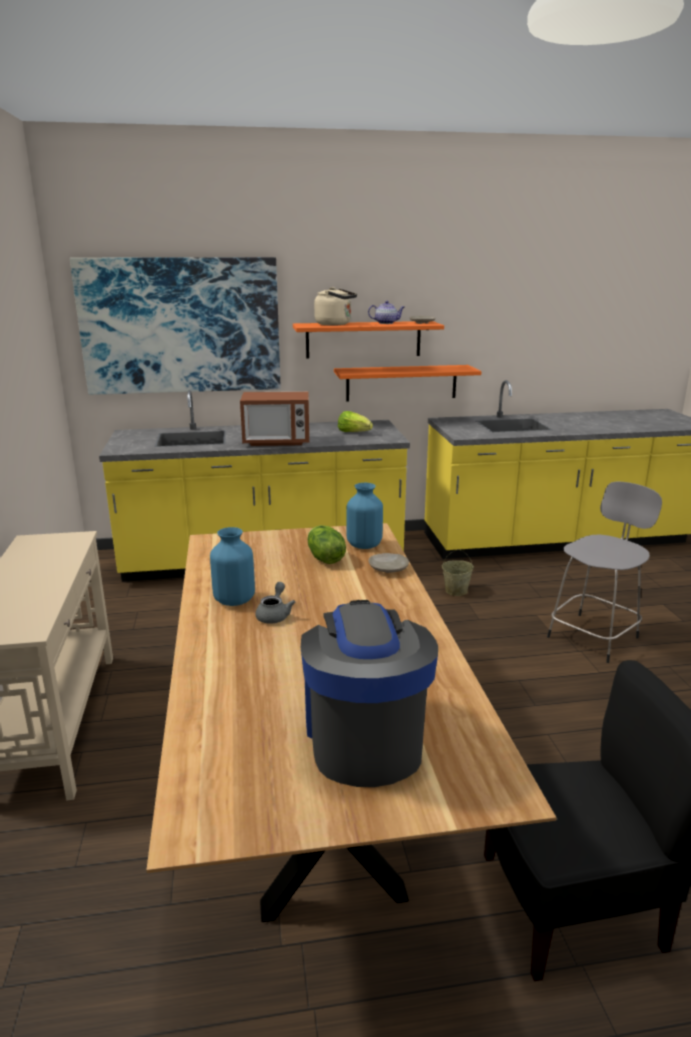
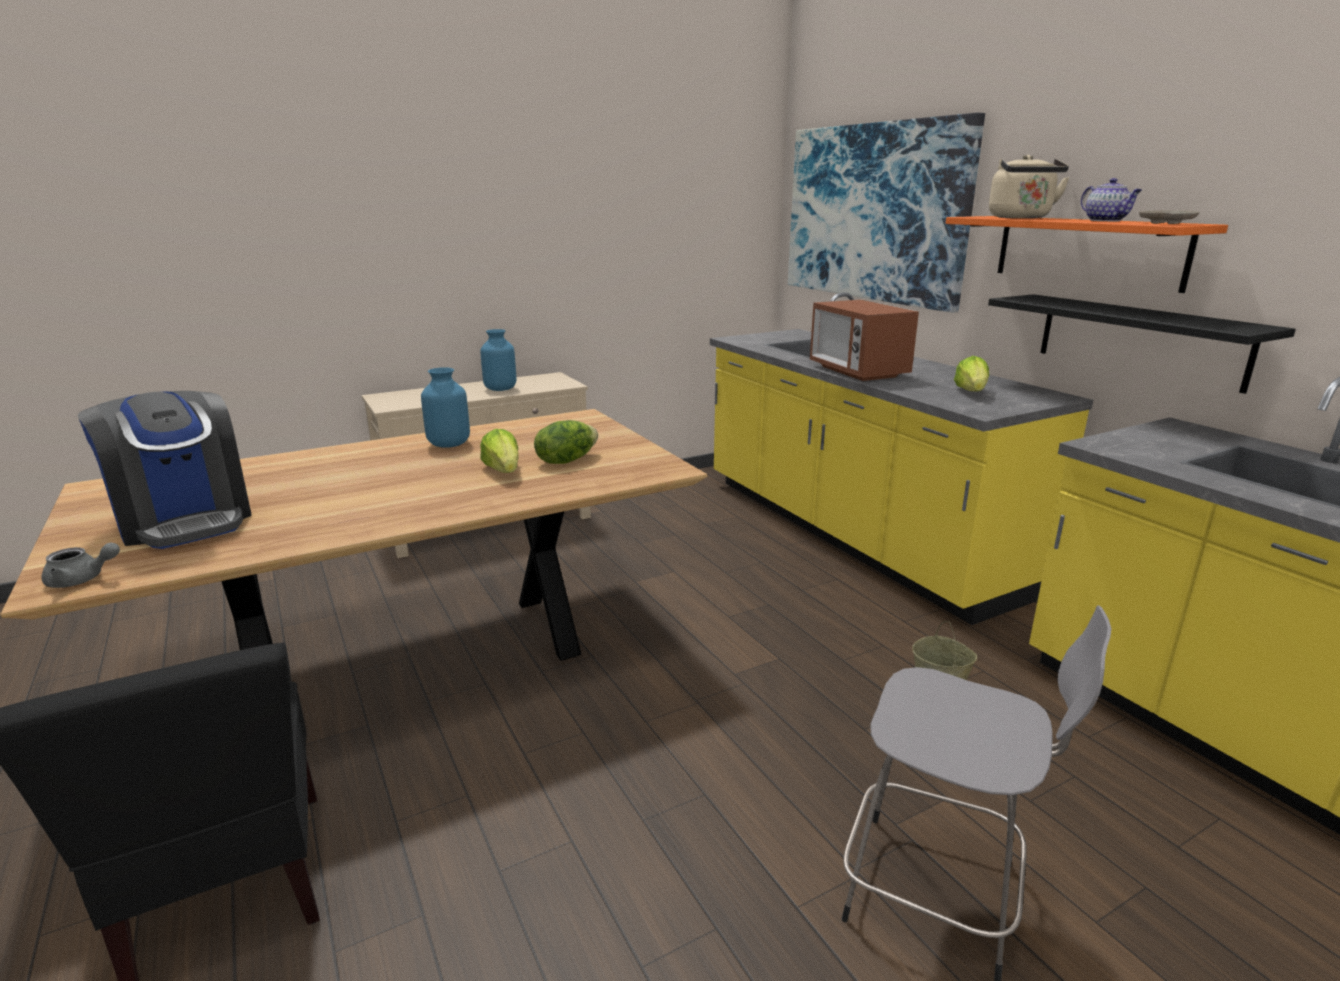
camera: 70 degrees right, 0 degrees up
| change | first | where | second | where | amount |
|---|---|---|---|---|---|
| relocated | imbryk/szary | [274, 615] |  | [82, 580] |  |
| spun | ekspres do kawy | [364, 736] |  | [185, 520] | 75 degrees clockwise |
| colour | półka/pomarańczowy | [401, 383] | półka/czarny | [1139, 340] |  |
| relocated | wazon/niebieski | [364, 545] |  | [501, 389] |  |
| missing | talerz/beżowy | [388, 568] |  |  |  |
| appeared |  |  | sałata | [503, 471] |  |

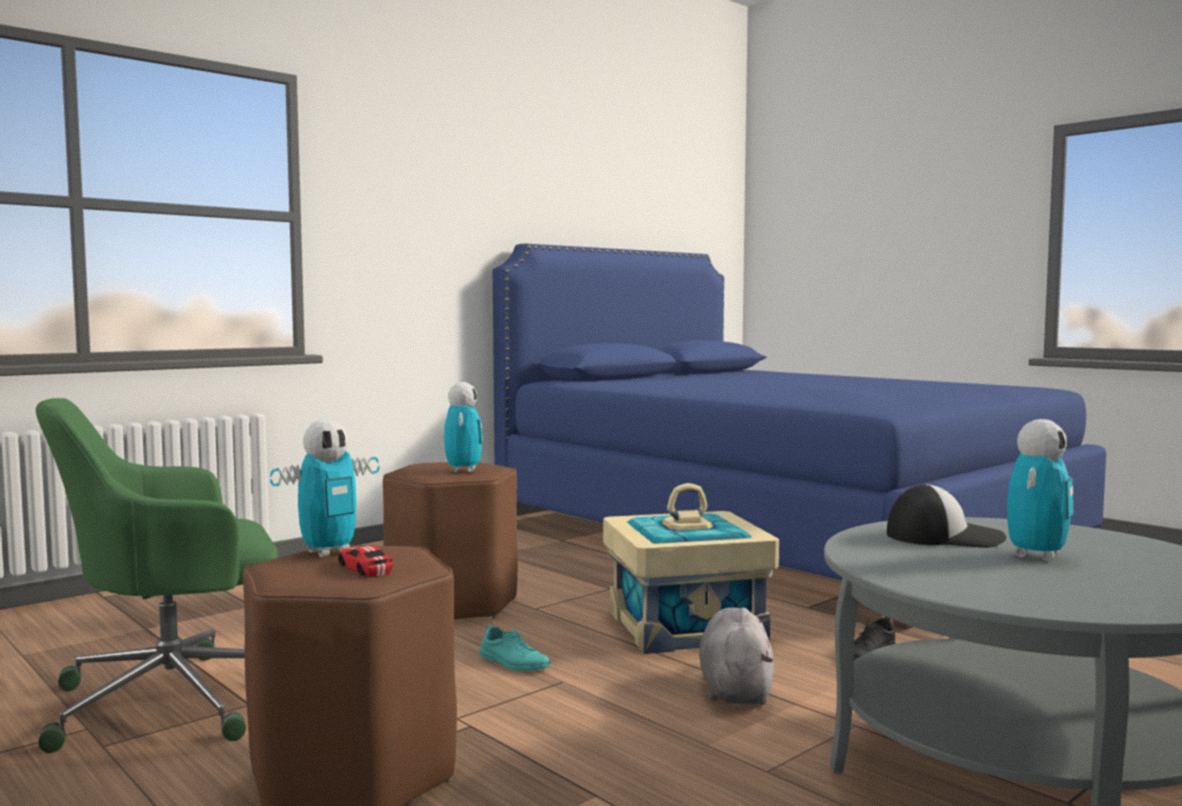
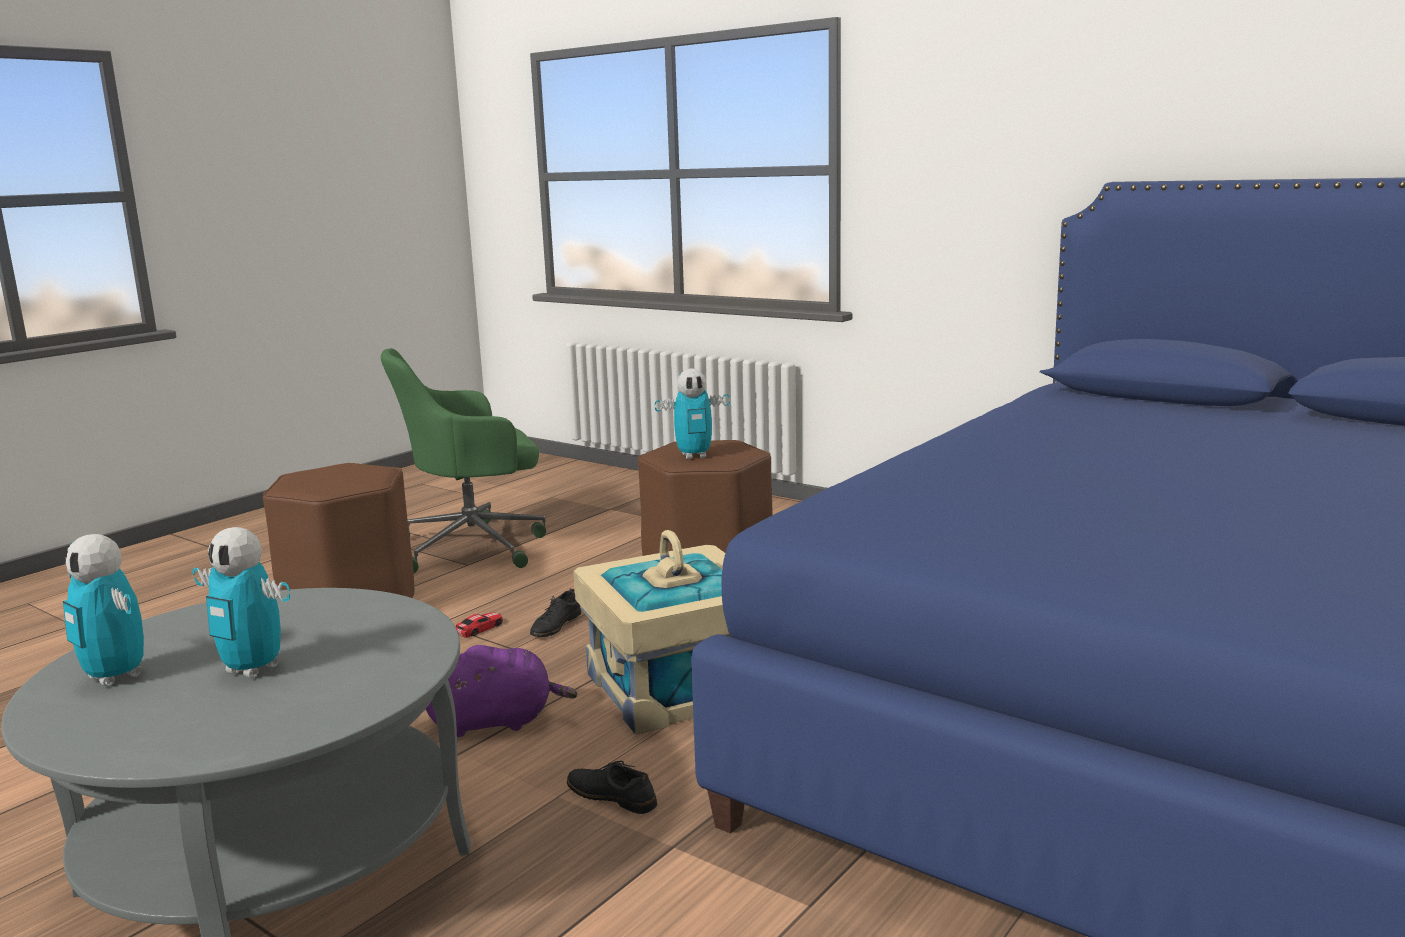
camera: 80 degrees right, 10 degrees up
| change | first | where | second | where | amount |
|---|---|---|---|---|---|
| spun | krzesło biurowe/zielony | [175, 700] |  | [475, 546] | 75 degrees counterclockwise |
| relocated | robot zabawkowy | [329, 552] |  | [116, 677] |  |
| relocated | samochodzik | [364, 568] |  | [480, 628] |  |
| colour | but/turkusowy | [514, 663] | but/czarny | [555, 625] |  |
| colour | pluszak/szary | [735, 689] | pluszak/fioletowy | [495, 722] |  |
| missing | czapka z daszkiem | [945, 537] |  |  |  |

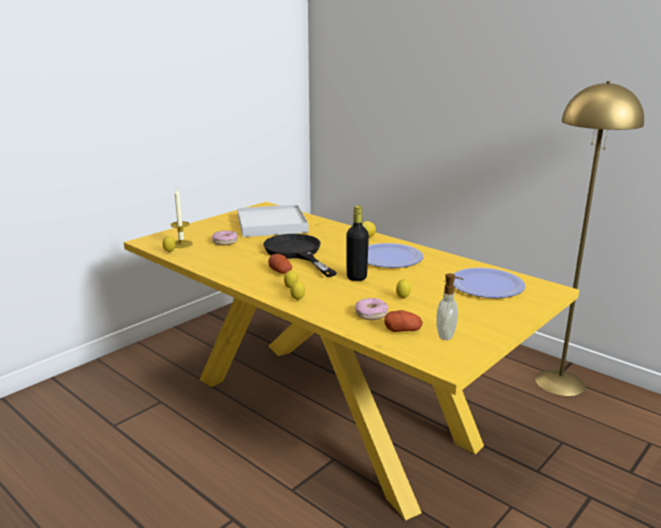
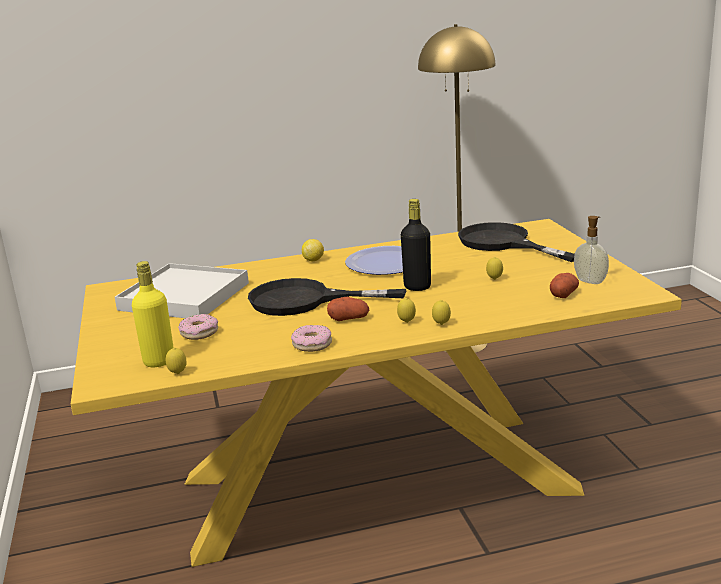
camera: 55 degrees left, 0 degrees up
| change | first | where | second | where | amount |
|---|---|---|---|---|---|
| exchanged | świeca | [181, 244] | butelka/żółty | [159, 361] |  |
| relocated | donut | [371, 314] |  | [312, 344] |  |
| exchanged | talerz | [486, 285] | patelnia/czarny | [503, 243] |  |

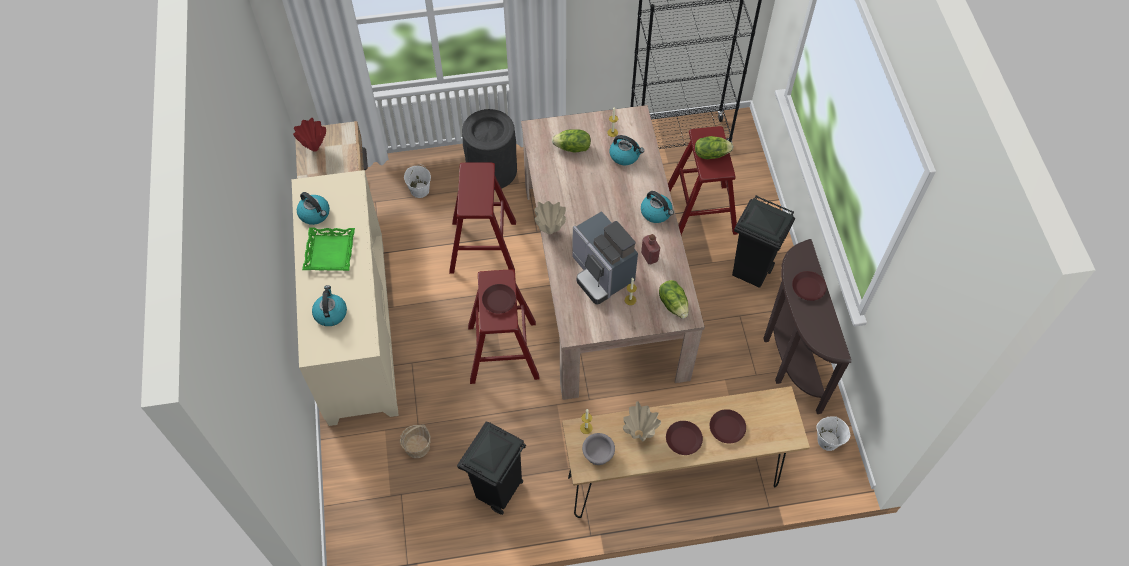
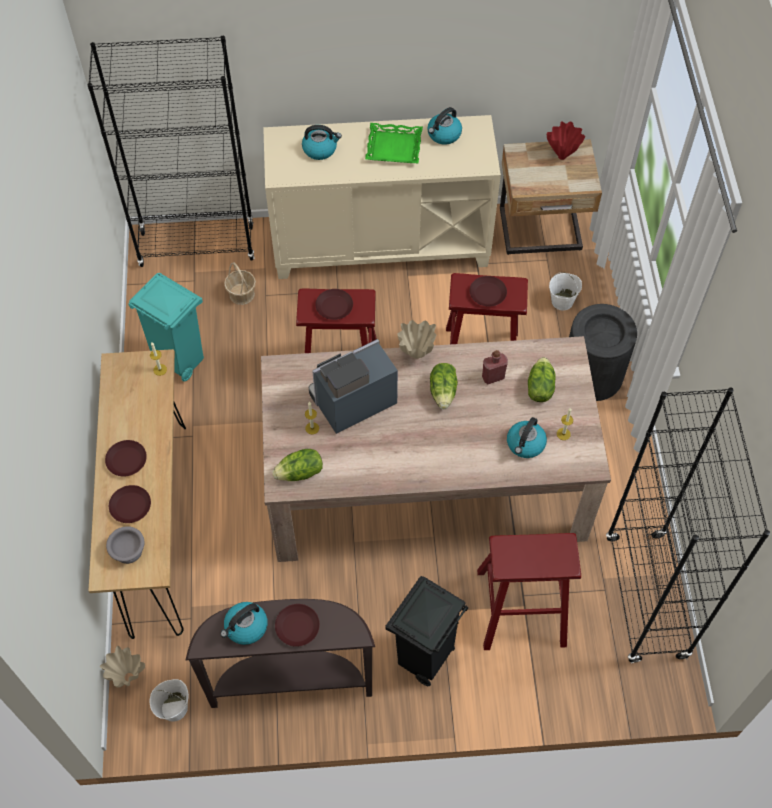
camera: 95 degrees right, 0 degrees up
| change | first | where | second | where | amount |
|---|---|---|---|---|---|
| colour | kosz na śmieci/czarny | [498, 492] | kosz na śmieci/turkusowy | [179, 361] |  |
| relocated | miska/szary | [598, 455] |  | [127, 551] |  |
| relocated | wazon/beżowy | [639, 434] |  | [128, 677] |  |
| relocated | czajnik | [656, 212] |  | [246, 627] |  |
| relocated | butelka/czerwony | [649, 256] |  | [493, 377] |  |
| relocated | sałata | [711, 154] |  | [443, 392] |  |
| appeared |  |  | regał/czarny | [197, 245] |  |
| appeared |  |  | talerz/brązowy | [487, 294] |  |

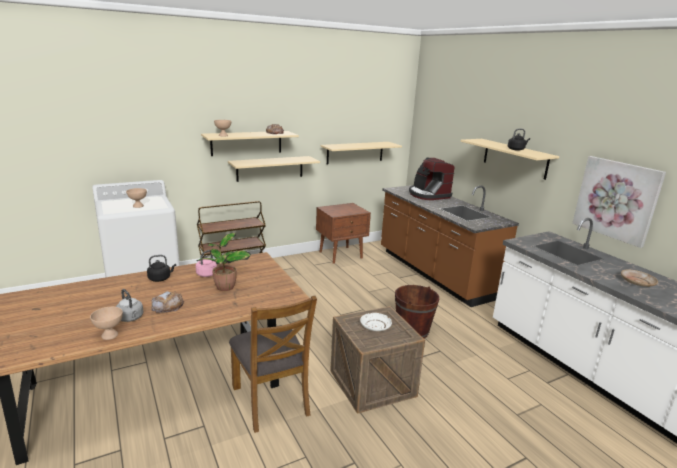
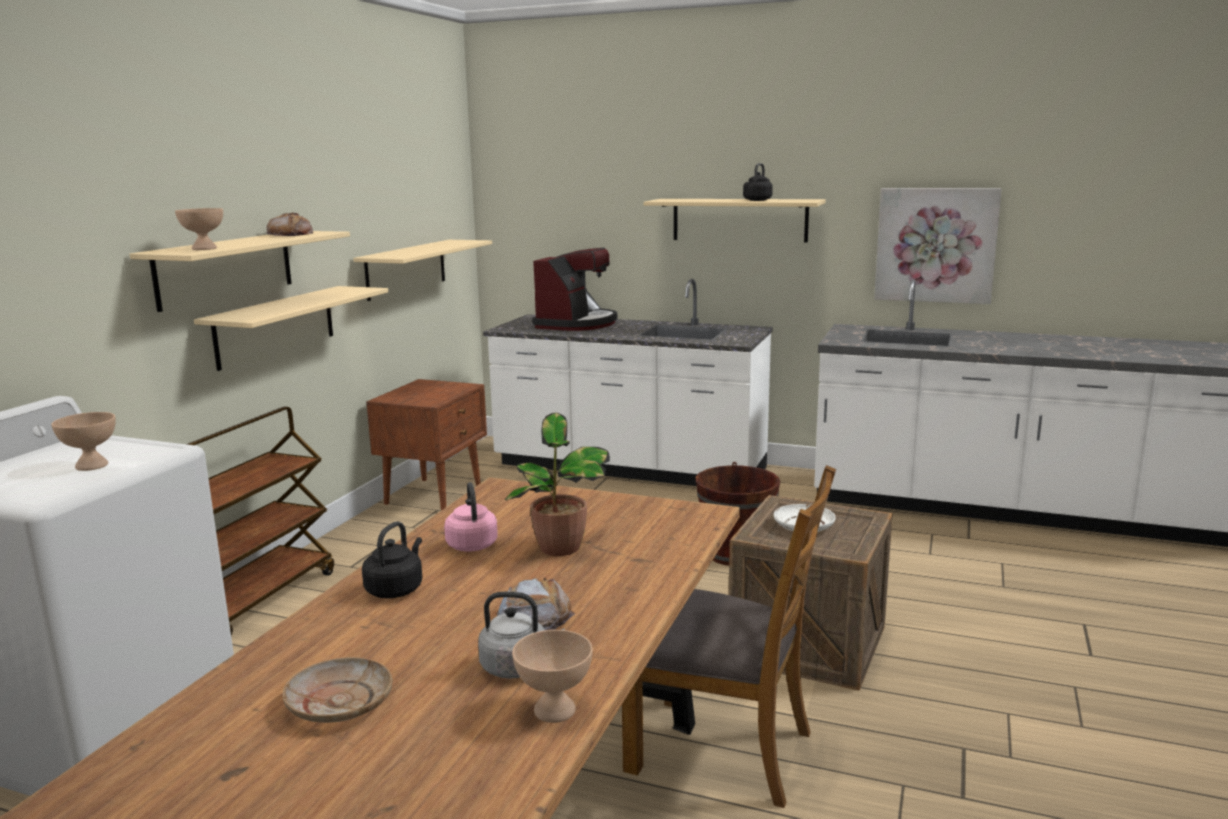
camera: 40 degrees left, 5 degrees down
| change | first | where | second | where | amount |
|---|---|---|---|---|---|
| colour | zabudowa kuchenna/brązowy | [434, 273] | zabudowa kuchenna/biały | [629, 468] |  |
| spun | ekspres do kawy | [428, 195] |  | [577, 324] | 90 degrees counterclockwise |
| relocated | talerz/beżowy | [637, 282] |  | [339, 703] |  |

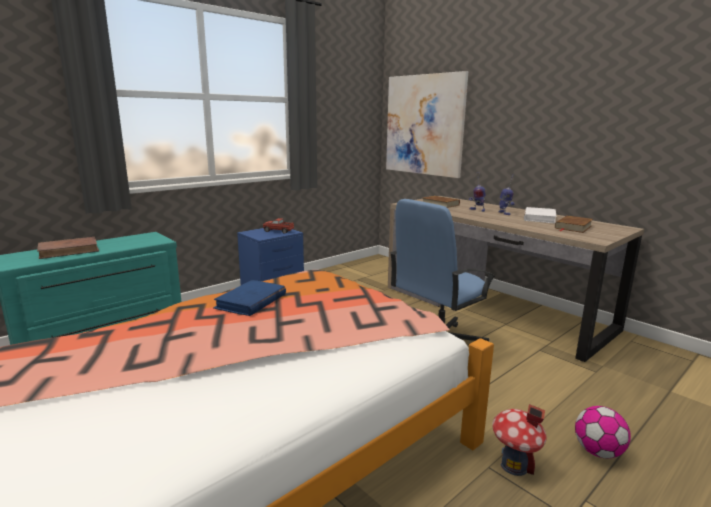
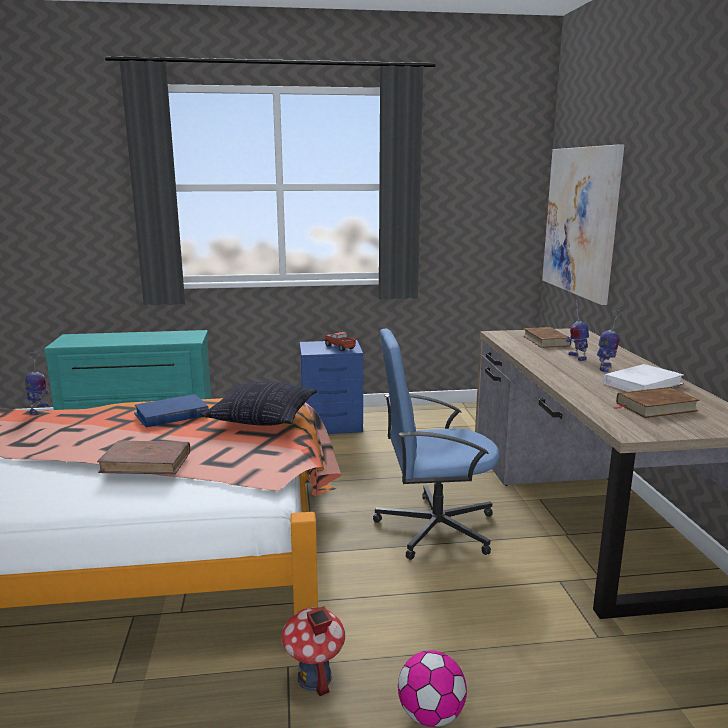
camera: 35 degrees right, 0 degrees up
| change | first | where | second | where | amount |
|---|---|---|---|---|---|
| relocated | książka/brązowy | [69, 251] |  | [146, 462] |  |
| appeared |  |  | robot zabawkowy | [38, 409] |  |
| appeared |  |  | poduszka | [263, 418] |  |

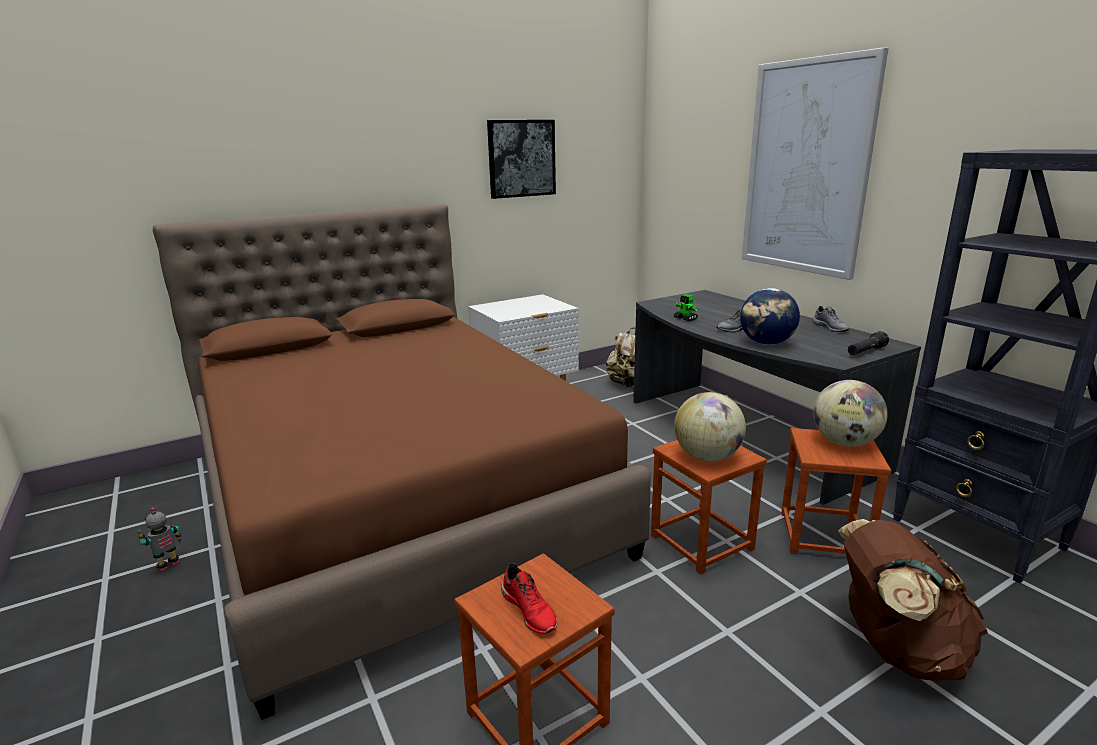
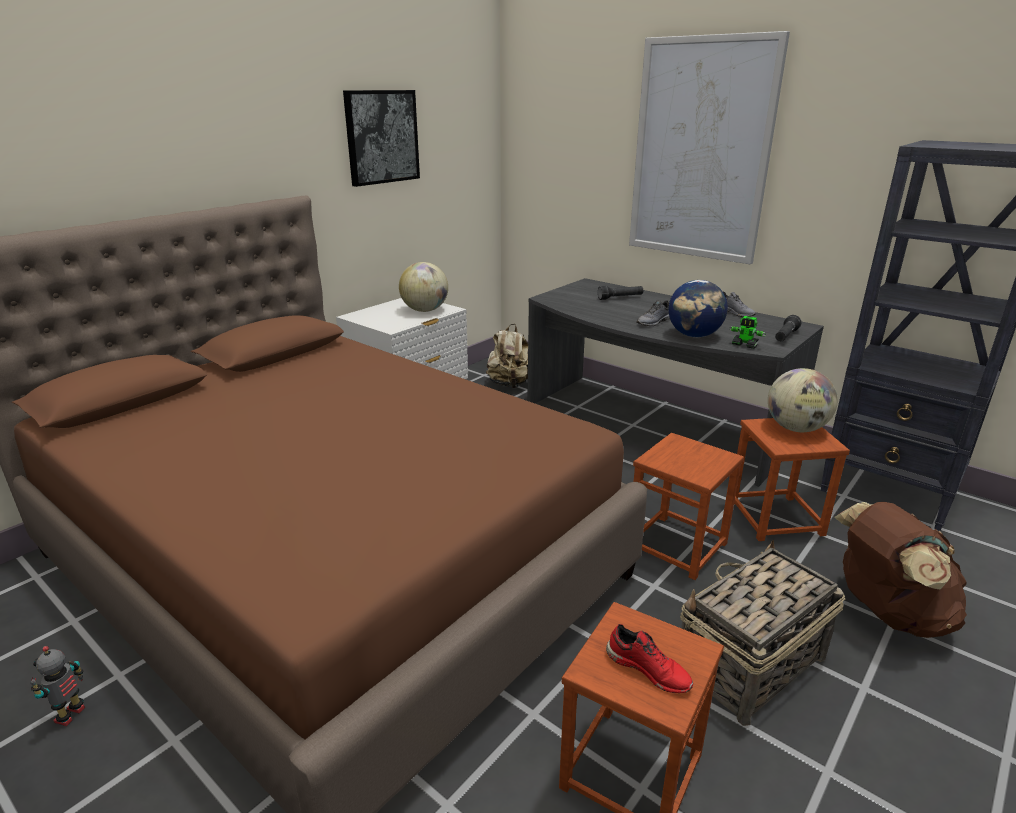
camera: 20 degrees left, 5 degrees up
| change | first | where | second | where | amount |
|---|---|---|---|---|---|
| relocated | robot zabawkowy | [685, 319] |  | [745, 345] |  |
| relocated | globus | [707, 457] |  | [425, 310] |  |
| appeared |  |  | latarka/czarny | [620, 298] |  |
| appeared |  |  | koszyk | [749, 665] |  |

